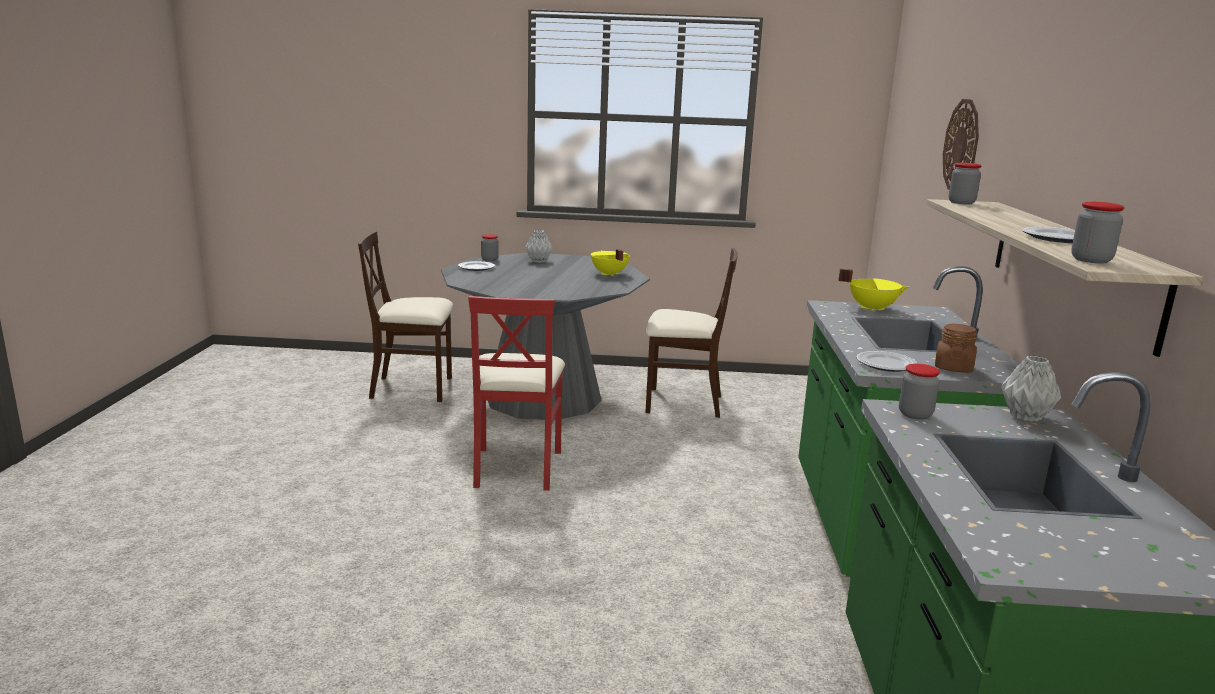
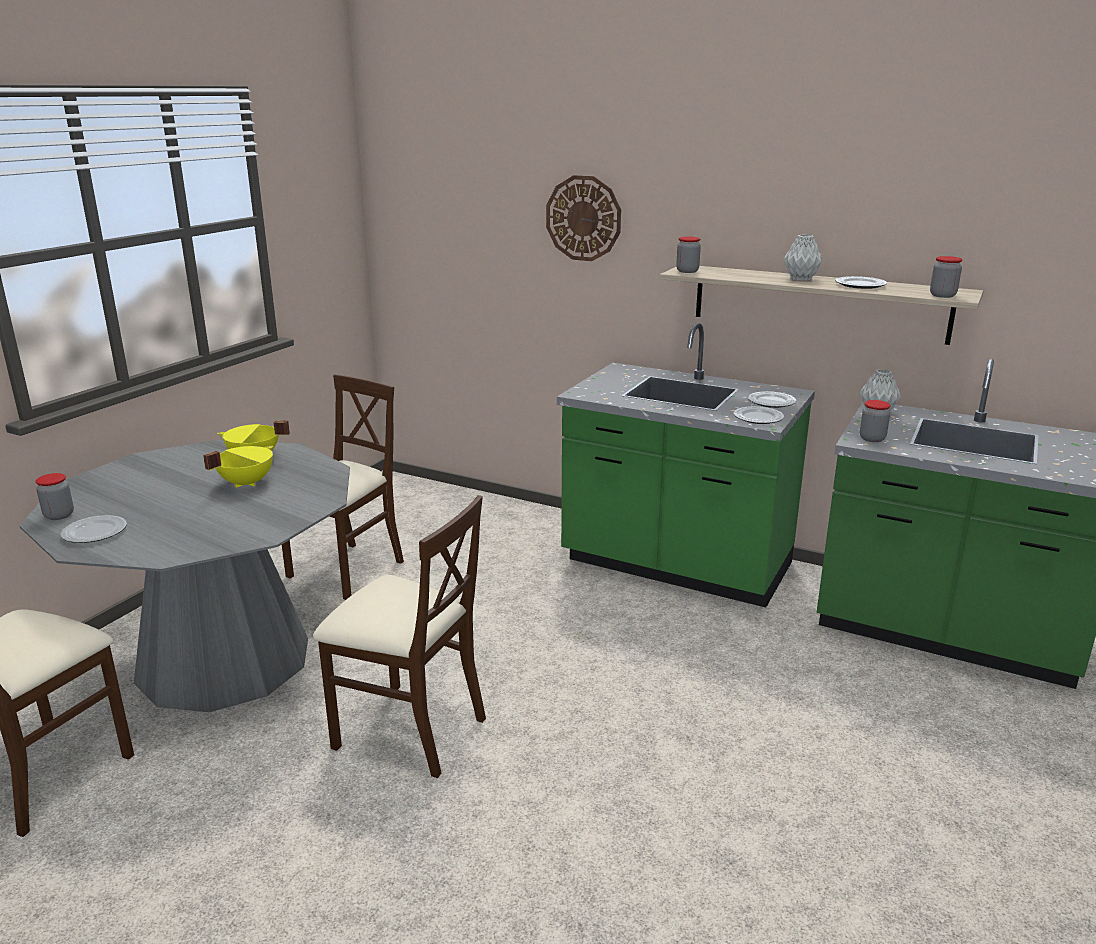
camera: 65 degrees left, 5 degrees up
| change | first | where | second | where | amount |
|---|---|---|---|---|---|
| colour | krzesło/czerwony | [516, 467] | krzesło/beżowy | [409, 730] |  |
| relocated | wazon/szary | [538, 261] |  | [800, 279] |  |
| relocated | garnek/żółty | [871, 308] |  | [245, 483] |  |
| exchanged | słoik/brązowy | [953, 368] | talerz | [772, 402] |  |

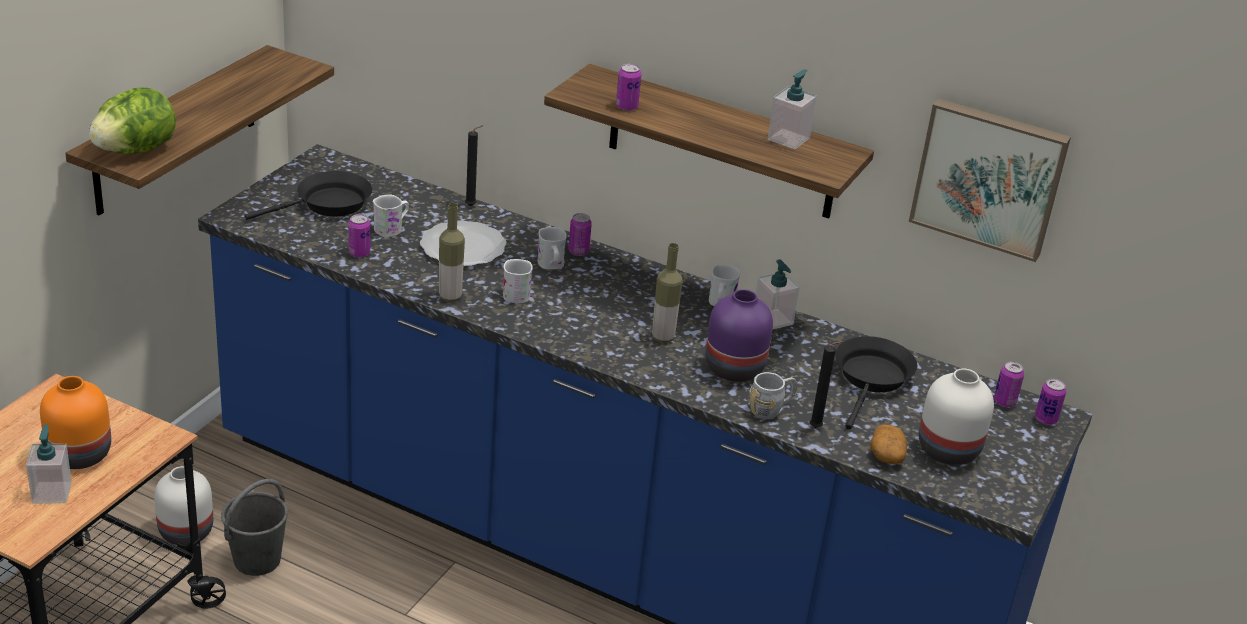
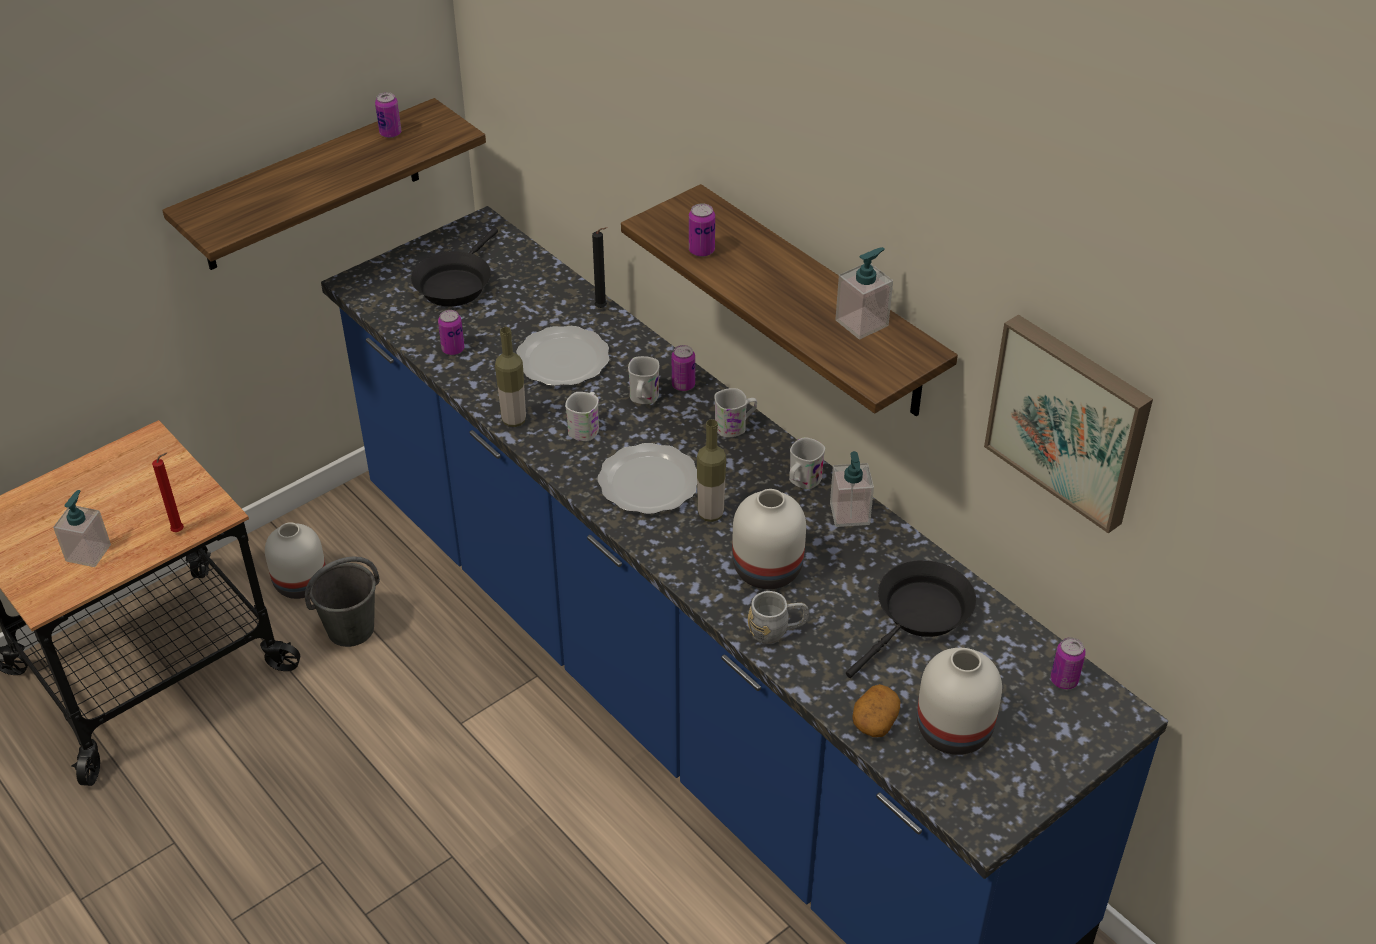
camera: 25 degrees right, 10 degrees up
| change | first | where | second | where | amount |
|---|---|---|---|---|---|
| missing | wazon/pomarańczowy | [80, 453] |  |  |  |
| missing | sałata | [136, 150] |  |  |  |
| spun | patelnia/czarny | [328, 204] |  | [455, 283] | 120 degrees clockwise |
| relocated | kubek/biały | [392, 229] |  | [735, 426] |  |
| colour | wazon/fioletowy | [736, 368] | wazon/biały | [769, 570] |  |
| missing | świeca/czarny | [817, 428] |  |  |  |
| relocated | puszka | [1045, 419] |  | [390, 133] |  |
| appeared |  |  | świeca/czerwony | [180, 531] |  |
| appeared |  |  | talerz | [648, 483] |  |

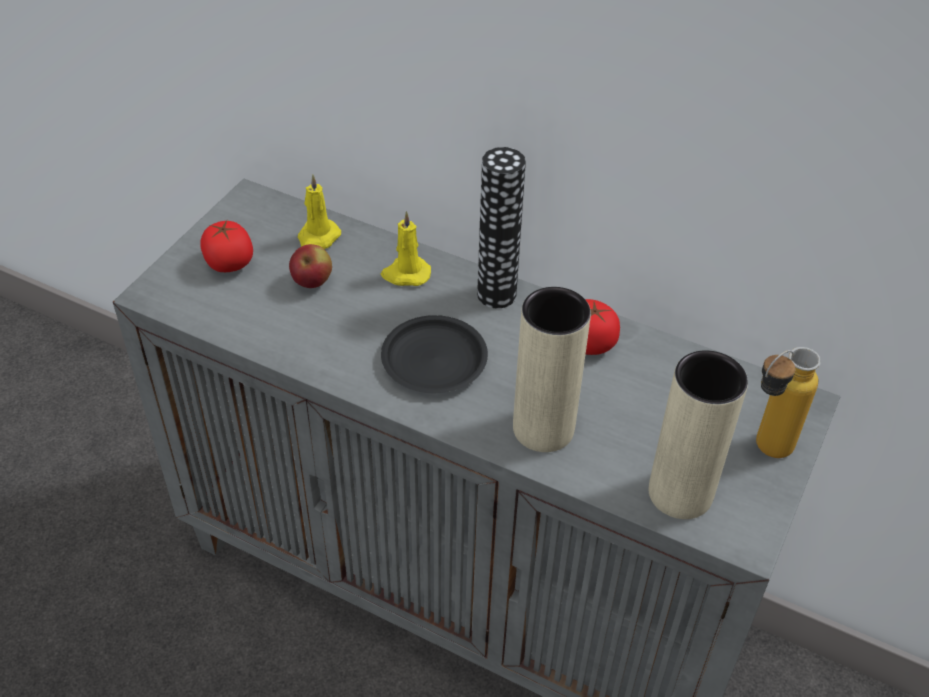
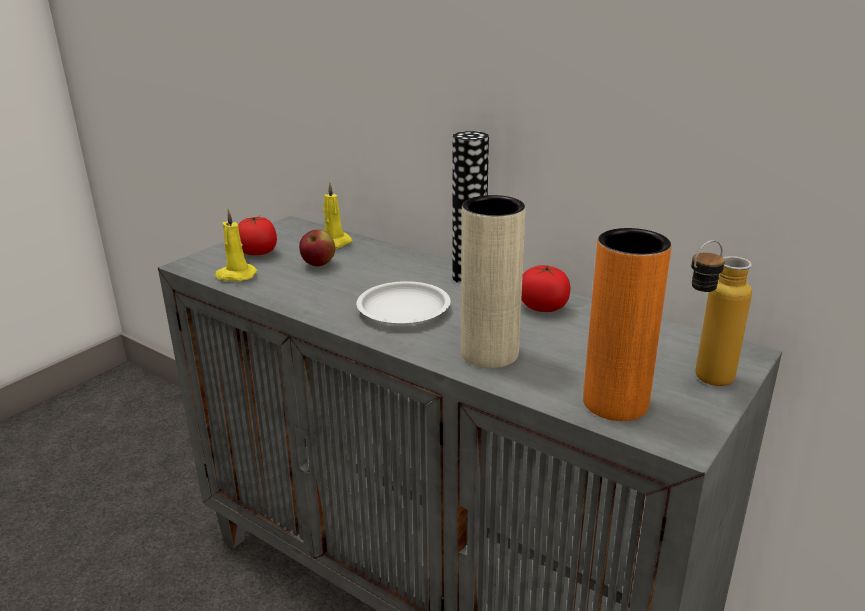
camera: 10 degrees right, 20 degrees down
| change | first | where | second | where | amount |
|---|---|---|---|---|---|
| relocated | świeca/żółty | [405, 274] |  | [235, 275] |  |
| colour | talerz/czarny | [435, 360] | talerz/biały | [404, 309] |  |
| colour | wazon/beżowy | [680, 493] | wazon/pomarańczowy | [615, 403] |  |

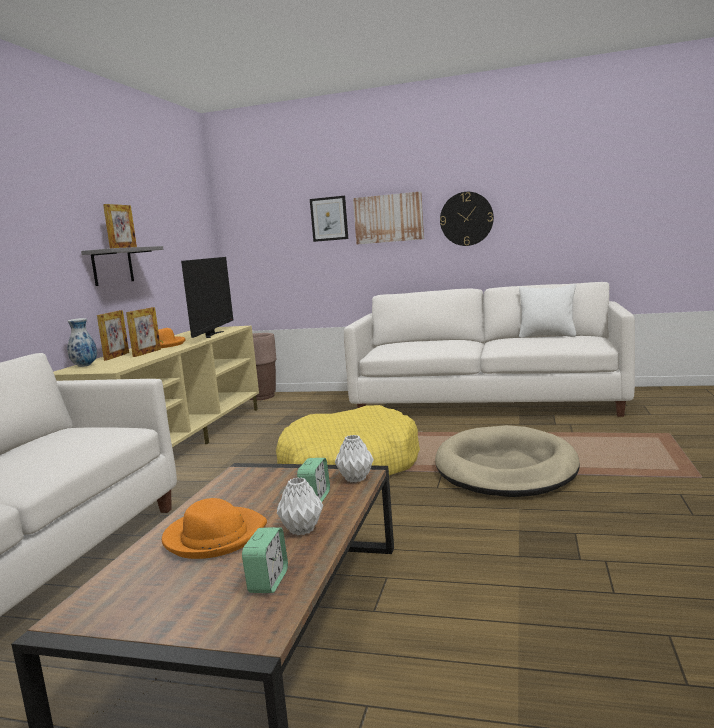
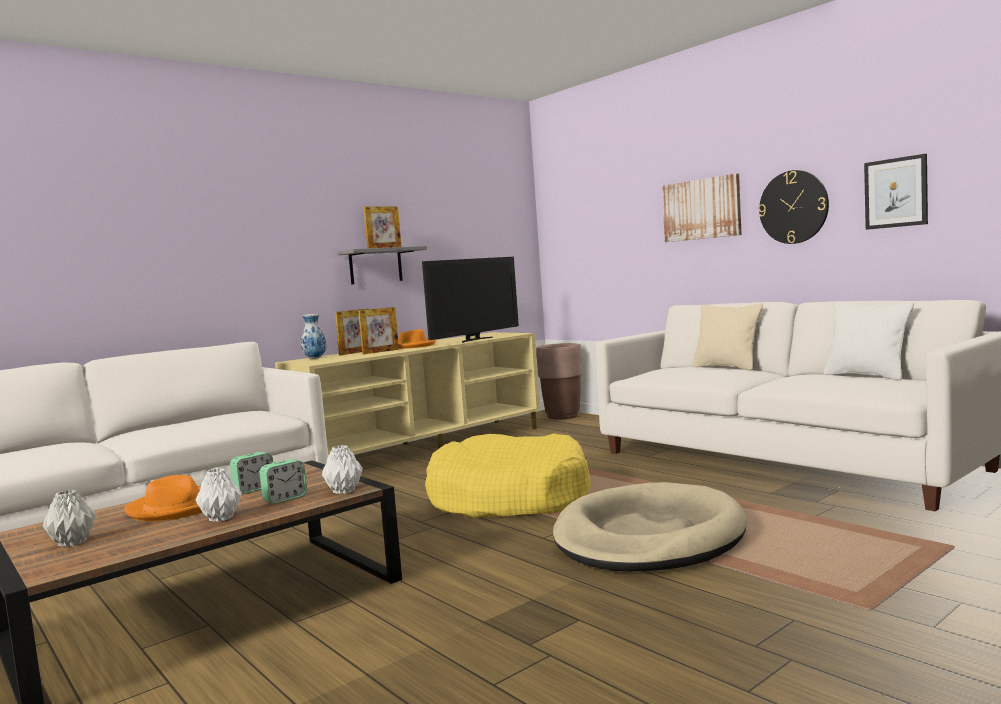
camera: 35 degrees right, 5 degrees down
| change | first | where | second | where | amount |
|---|---|---|---|---|---|
| relocated | budzik | [268, 582] |  | [254, 489] |  |
| relocated | obraz | [329, 219] |  | [896, 192] |  |
| appeared |  |  | wazon/szary | [72, 543] |  |
| appeared |  |  | poduszka/beżowy | [727, 367] |  |

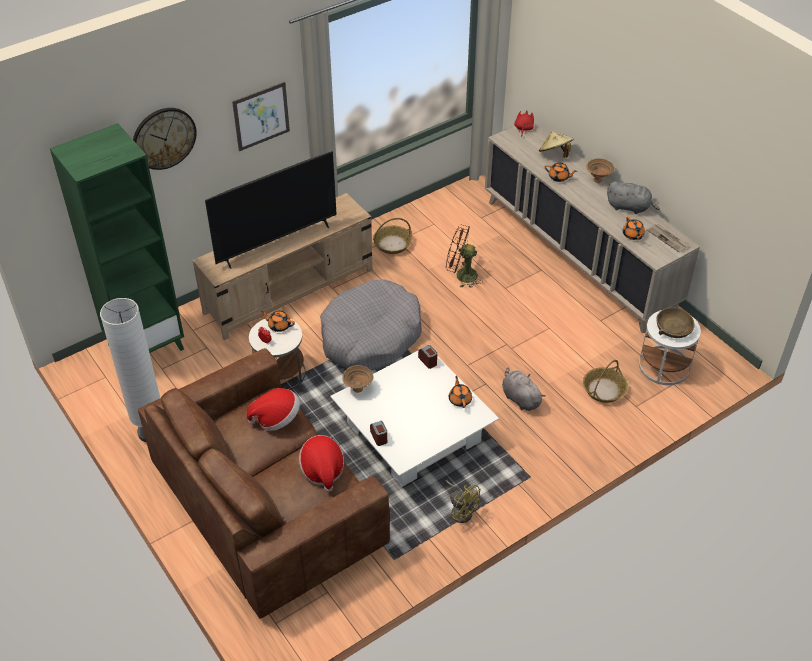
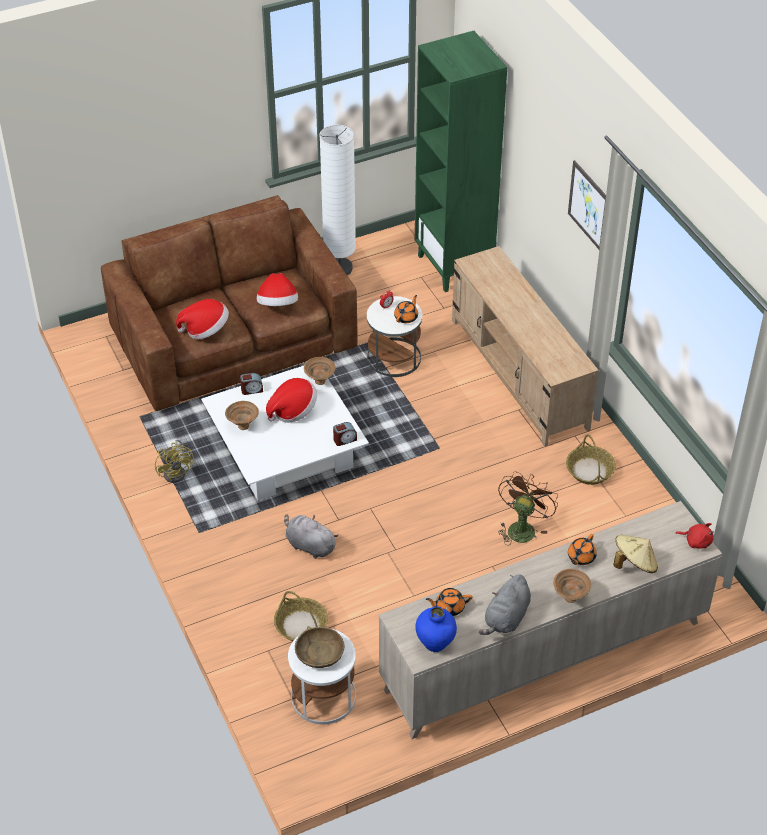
camera: 100 degrees right, 0 degrees up
| change | first | where | second | where | amount |
|---|---|---|---|---|---|
| missing | zegar ścienny | [164, 138] |  |  |  |
| missing | telewizor | [277, 243] |  |  |  |
| missing | legowisko/szary | [370, 336] |  |  |  |
| spun | wentylator/żółty | [461, 510] |  | [177, 472] | 75 degrees counterclockwise |
| missing | imbryk/pomarańczowy | [460, 399] |  |  |  |
| spun | pluszak/szary | [520, 398] |  | [309, 545] | 120 degrees counterclockwise |
| exchanged | gazeta | [668, 238] | wazon/niebieski | [435, 643] |  |
| appeared |  |  | miska/brązowy | [242, 426] |  |
| appeared |  |  | kapelusz | [293, 410] |  |

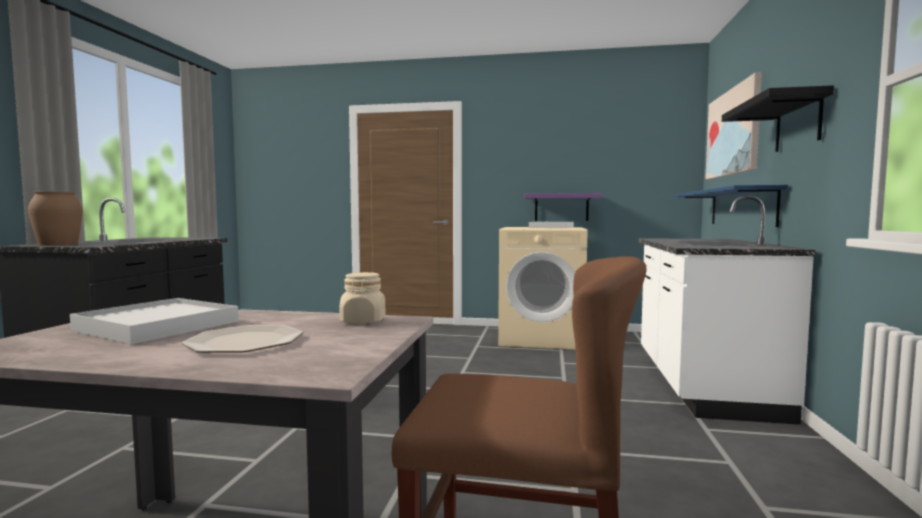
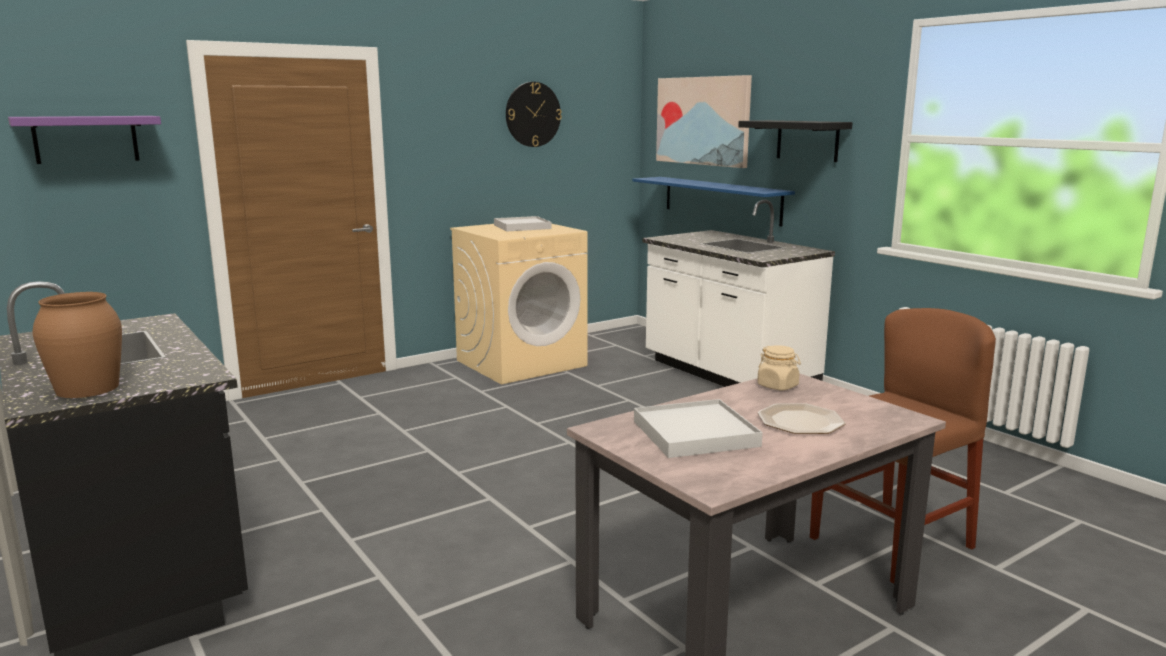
camera: 45 degrees left, 10 degrees up
| change | first | where | second | where | amount |
|---|---|---|---|---|---|
| relocated | półka/fioletowy | [561, 207] |  | [86, 139] |  |
| appeared |  |  | zegar ścienny | [533, 114] |  |

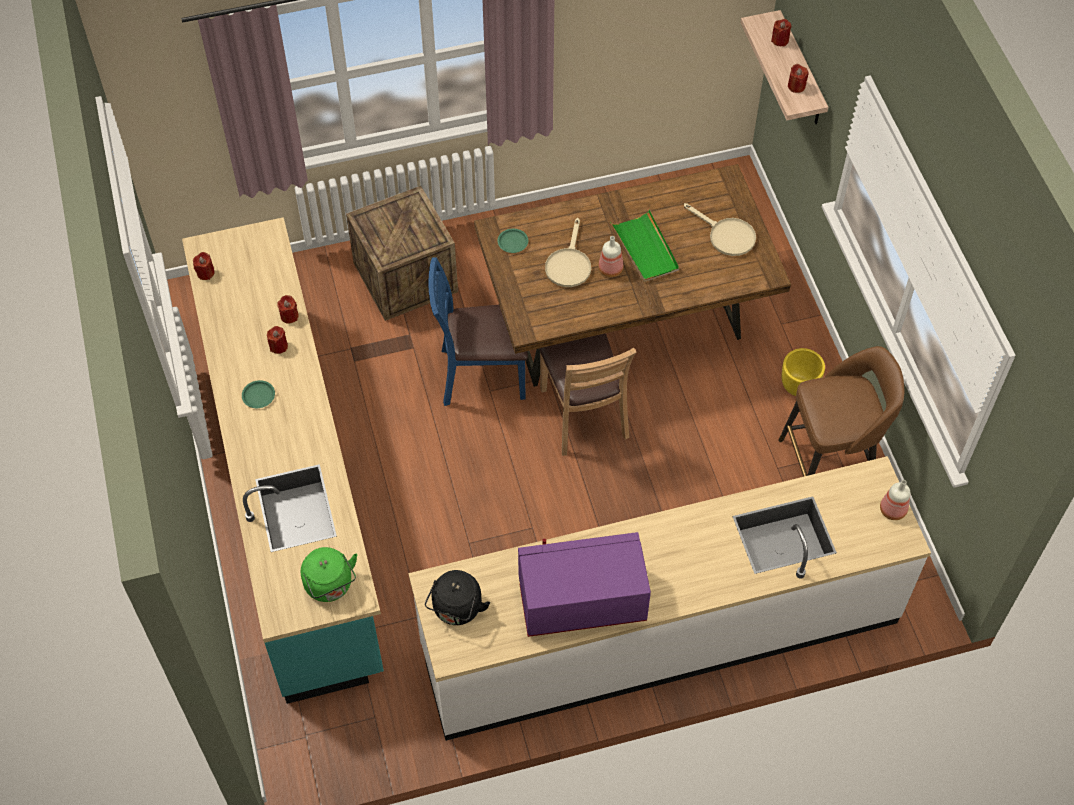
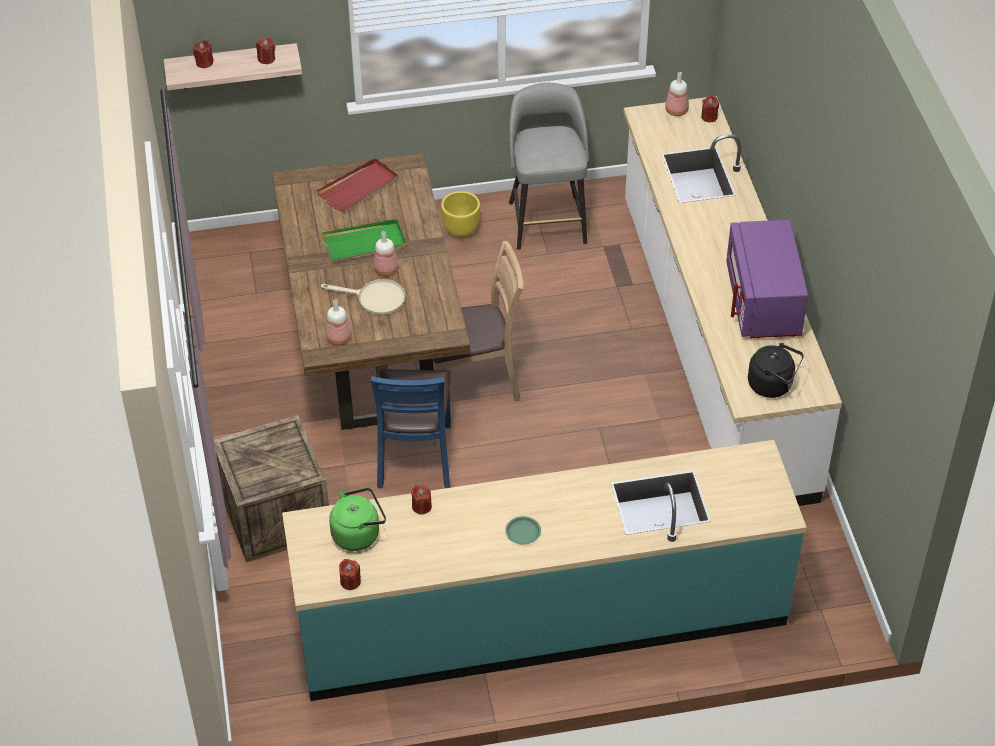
camera: 85 degrees left, 10 degrees down
| change | first | where | second | where | amount |
|---|---|---|---|---|---|
| relocated | świeca/czerwony | [278, 346] |  | [709, 117] |  |
| relocated | czajnik/zielony | [330, 586] |  | [358, 534] |  |
| exchanged | talerz/zielony | [512, 242] | butelka | [339, 338] |  |
| exchanged | patelnia/beżowy | [726, 235] | taca/czerwony | [359, 188] |  |
| colour | stołek/brązowy | [829, 464] | stołek/szary | [547, 220] |  |

